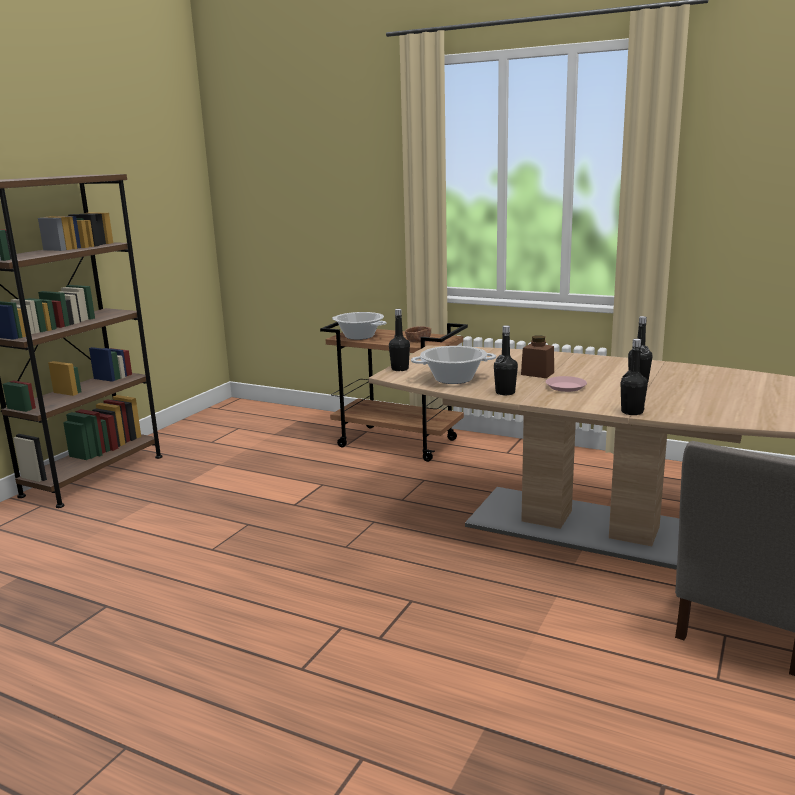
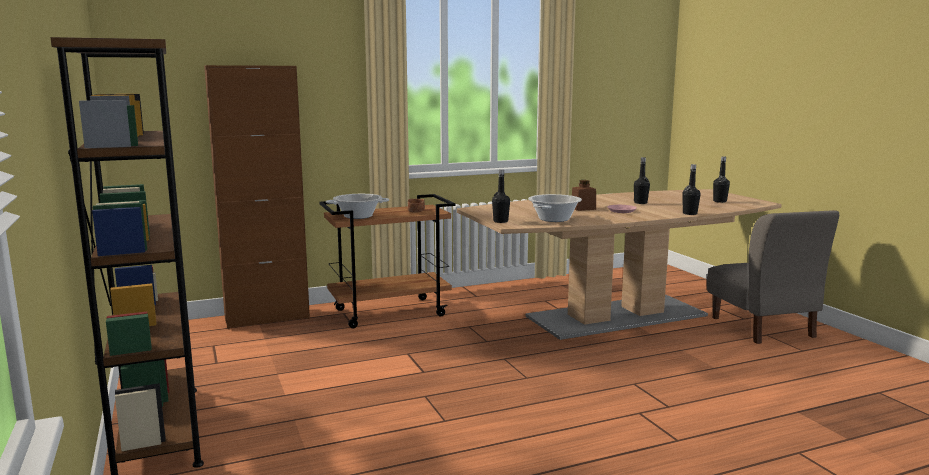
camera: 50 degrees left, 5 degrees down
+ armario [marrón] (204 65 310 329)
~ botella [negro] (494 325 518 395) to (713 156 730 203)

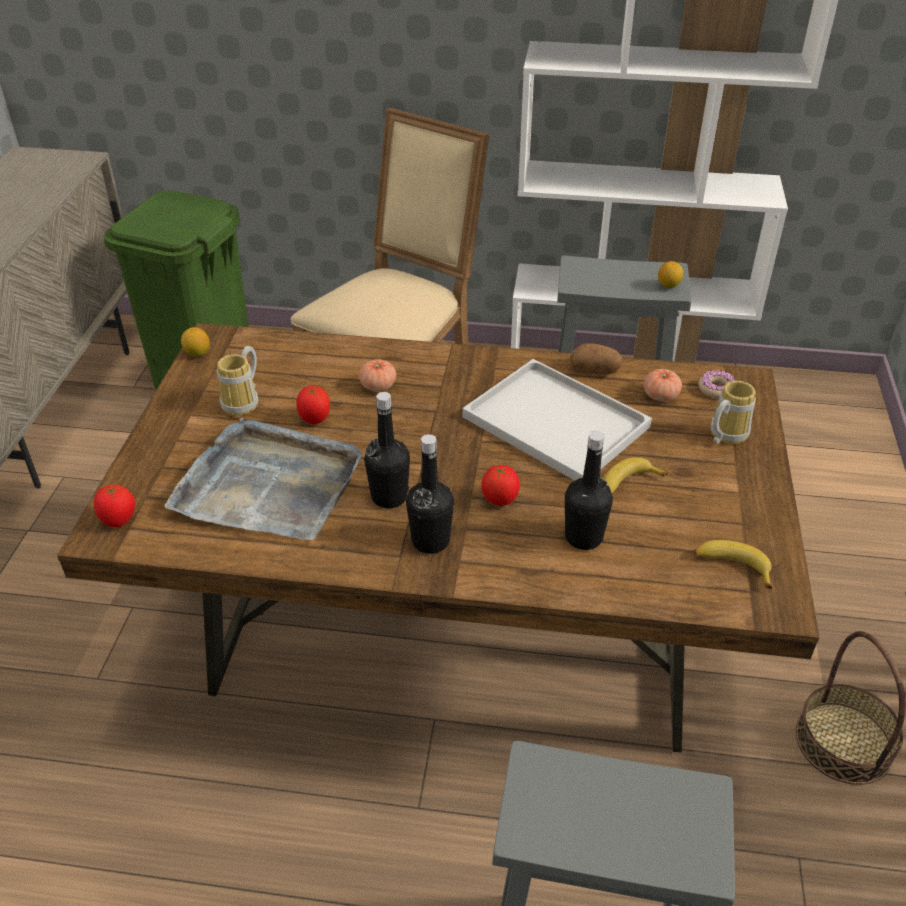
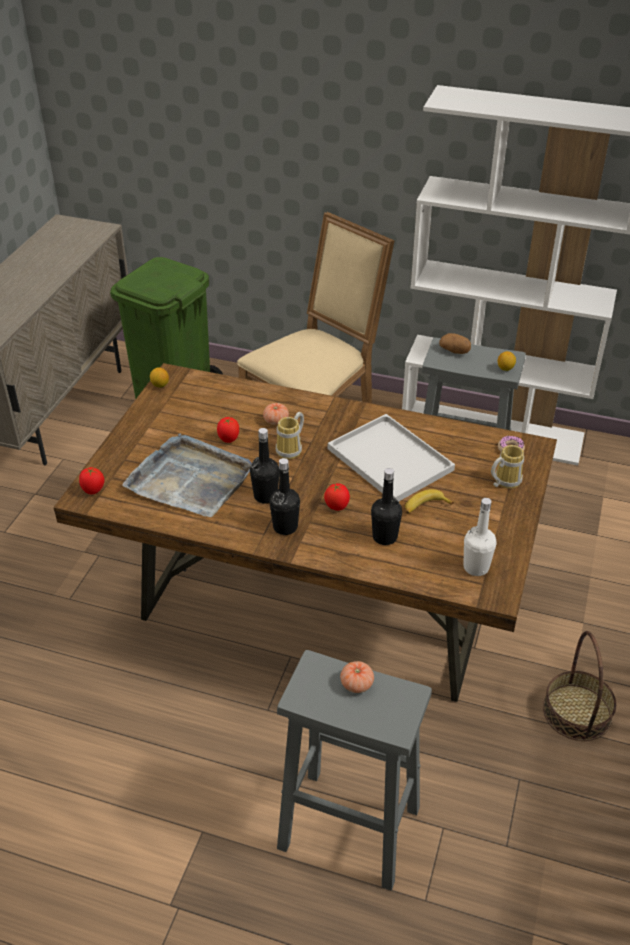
camera: 10 degrees right, 0 degrees up
~ taza grande (217 346 258 416) to (276 412 304 459)
~ patata (570 343 622 374) to (439 333 471 354)
~ tomate (643 369 682 402) to (340 661 374 693)
~ plátano (694 540 772 589) to botella [blanco] (463 498 497 576)

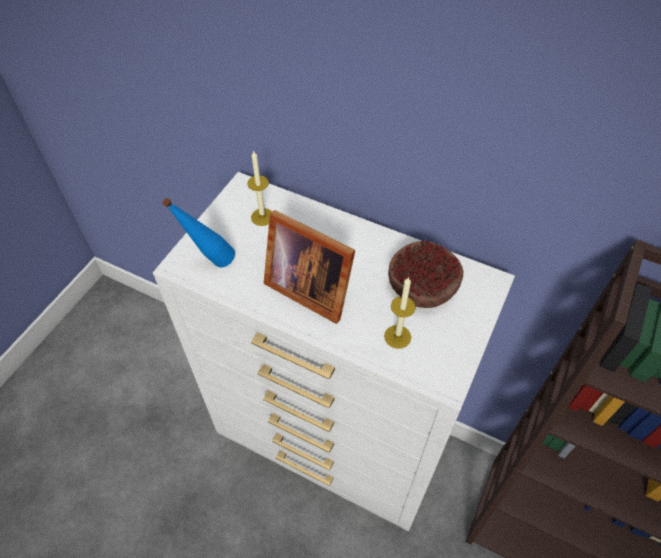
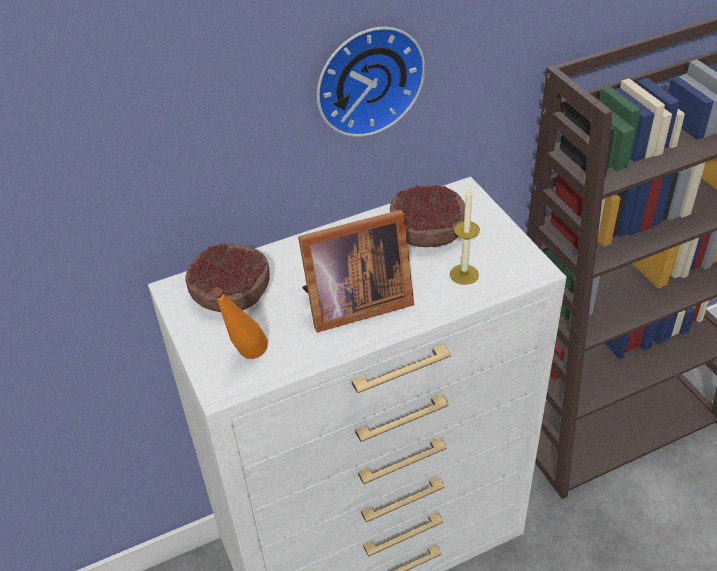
camera: 50 degrees left, 10 degrees down
+ reloj de pared (317 27 425 137)
~ vela (247 150 272 226) to cuenco (186 244 270 312)
~ botella [azul] (162 198 235 267) to botella [naranja] (212 287 268 359)

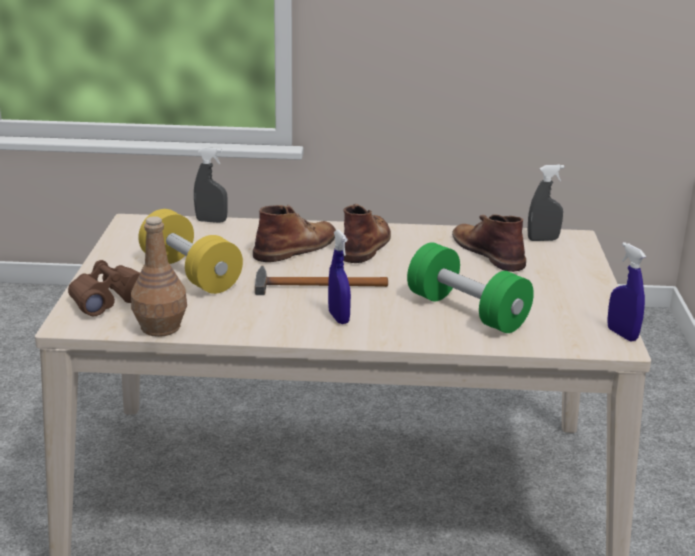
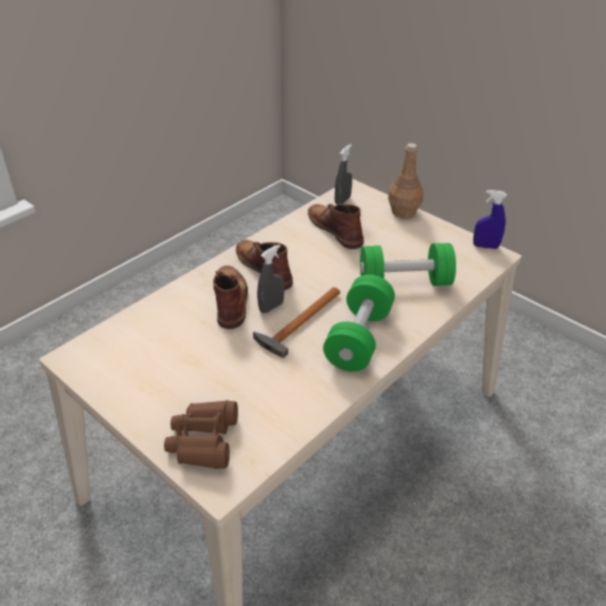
camera: 50 degrees left, 15 degrees up
- mancuerna [amarillo] (138 209 243 294)
~ botella [marrón] (131 216 187 337) to (388 143 424 218)
~ pulverizador [gris] (194 147 228 223) to (257 244 284 313)
~ pulverizador [azul] (328 230 351 324) to mancuerna [verde] (323 274 395 372)
~ bota [marrón] (452 214 526 272) = (308 204 364 249) 45 degrees clockwise

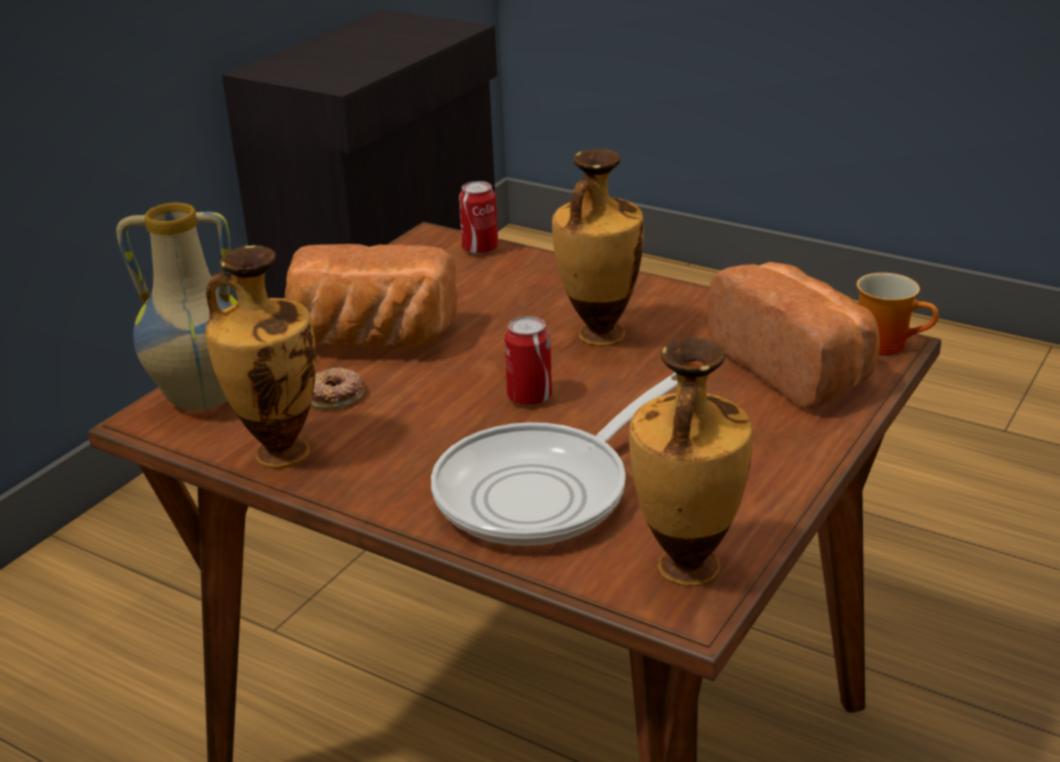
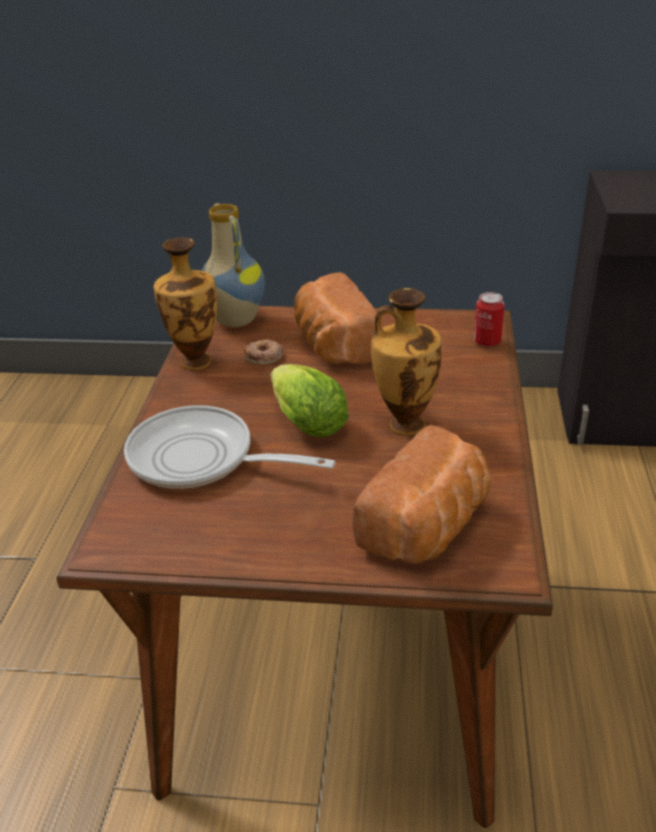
camera: 65 degrees right, 5 degrees up
- florero (629 337 753 586)
- taza grande (856 273 939 355)
~ lata (505 316 552 406) to lechuga (271 364 349 438)

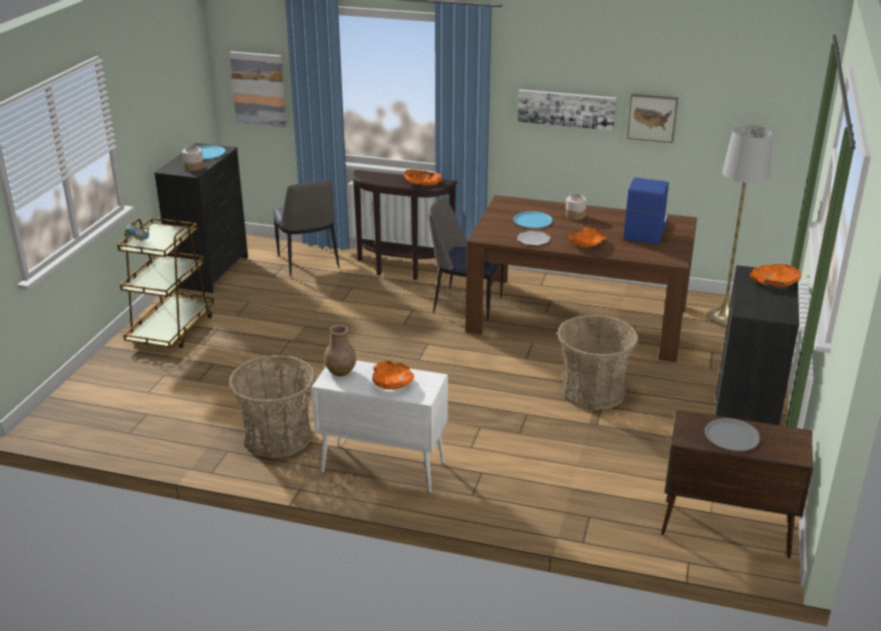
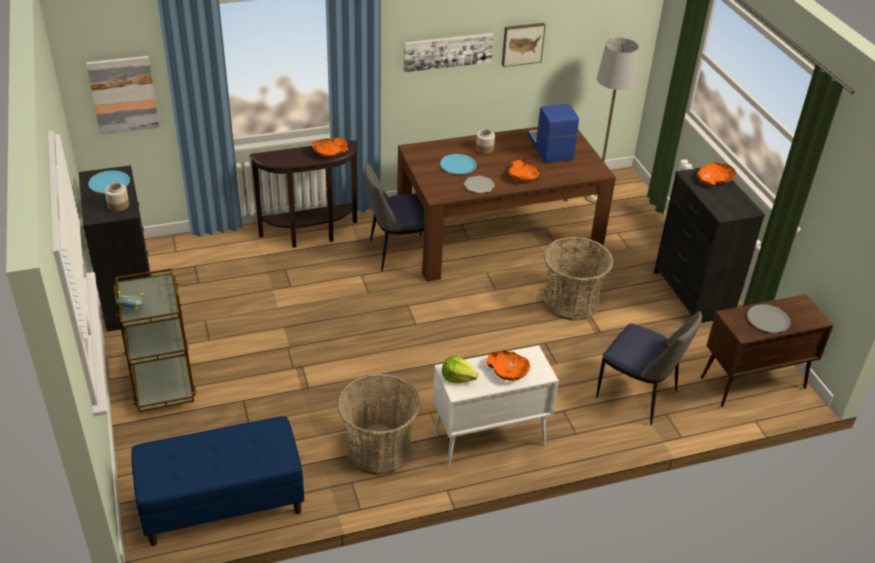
camera: 35 degrees left, 10 degrees up
+ banco [azul] (131 416 304 546)
~ silla (273 180 339 277) to (596 311 702 425)
~ florero [marrón] (324 325 356 376) to lechuga (442 355 479 383)

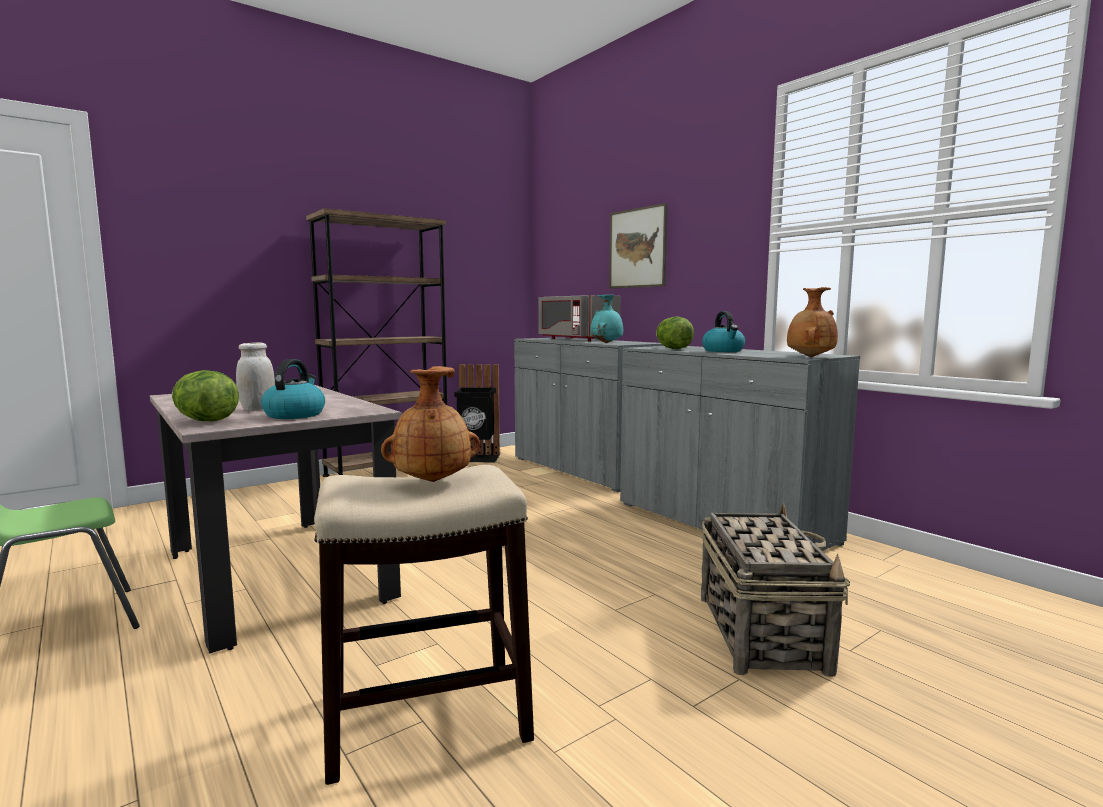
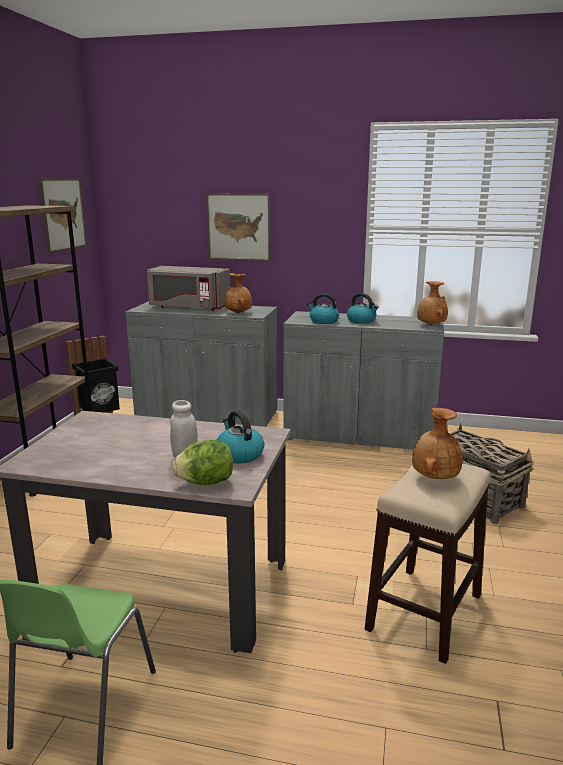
camera: 40 degrees left, 10 degrees up
+ cuadro (39 178 87 253)
~ lechuga (656 316 694 349) to hervidor (307 294 339 324)
~ florero [turquesa] (591 295 623 343) to florero [marrón] (225 273 252 314)

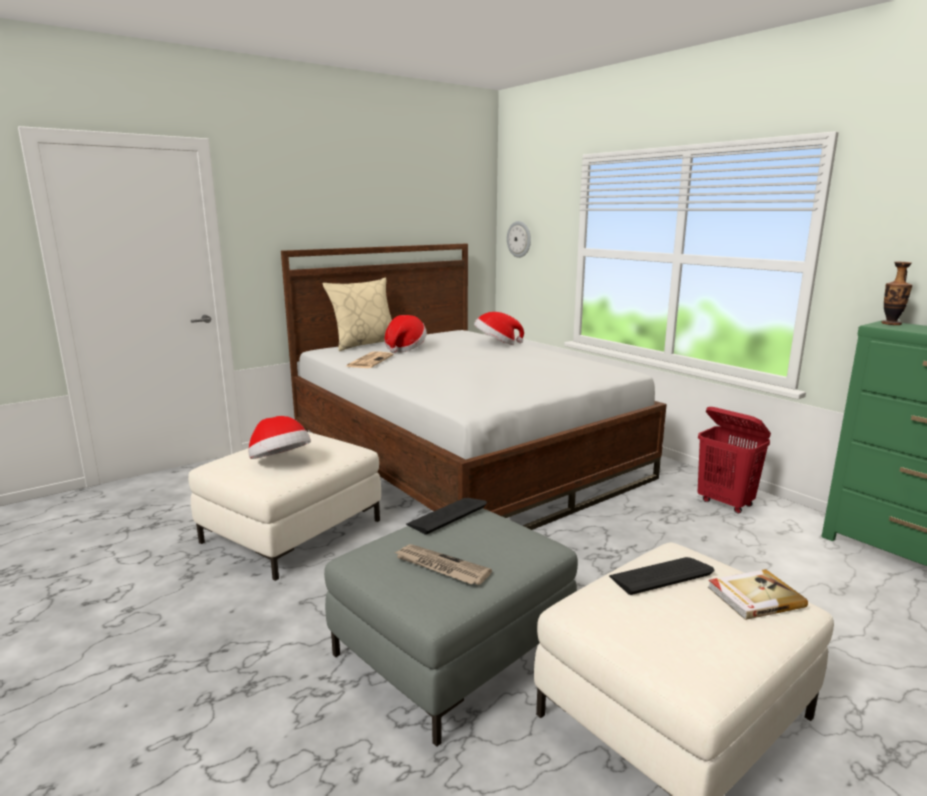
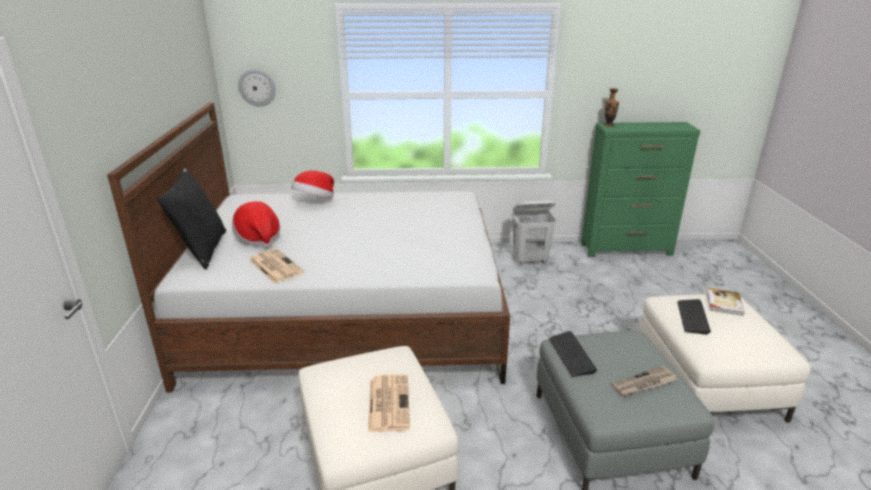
camera: 55 degrees left, 10 degrees up
~ sombrero (248 416 311 459) to periódico (368 374 410 432)
~ cojín [beis] (323 278 392 351) to cojín [negro] (157 167 226 270)
~ cesto de la ropa [rojo] (698 407 771 514) to cesto de la ropa [blanco] (512 200 556 265)

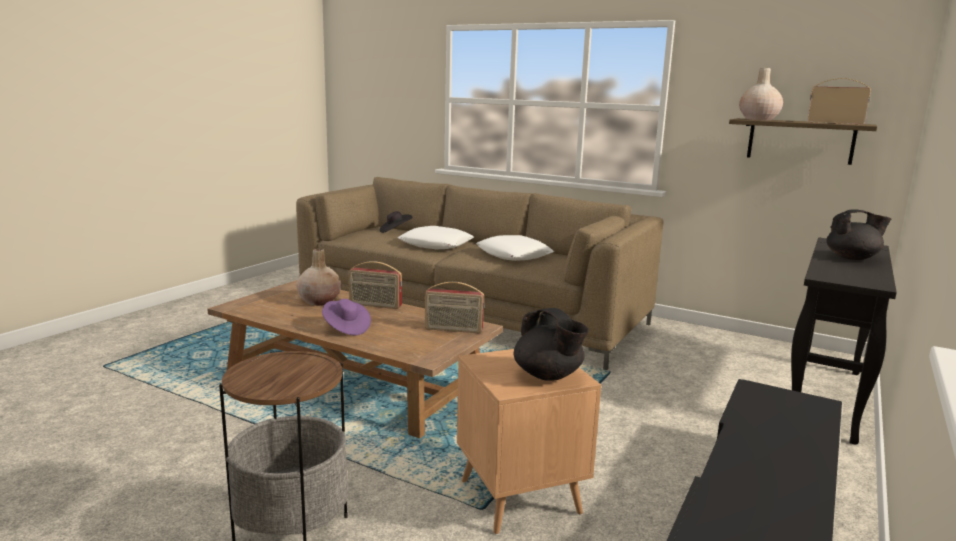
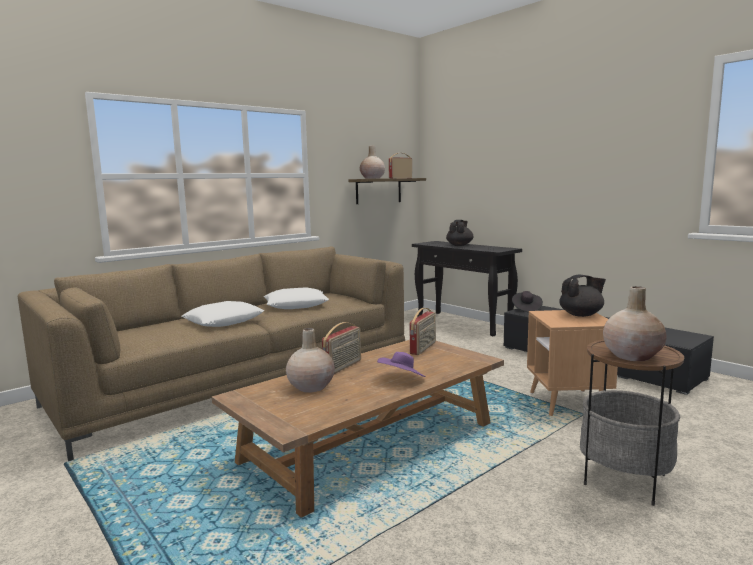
camera: 70 degrees left, 5 degrees down
+ florero [beis] (603 286 667 361)
~ sombrero [negro] (380 211 413 233) to (512 291 543 312)

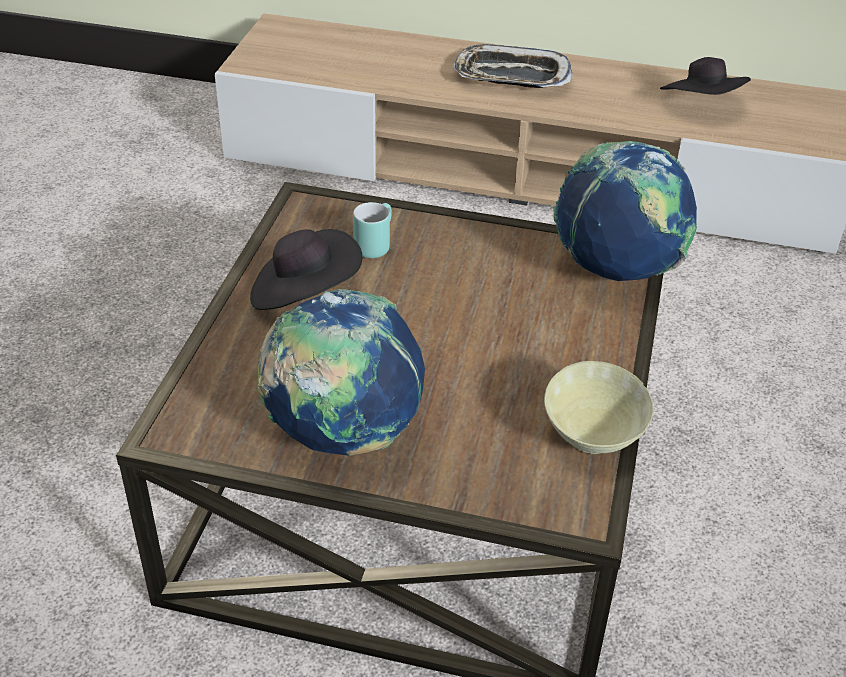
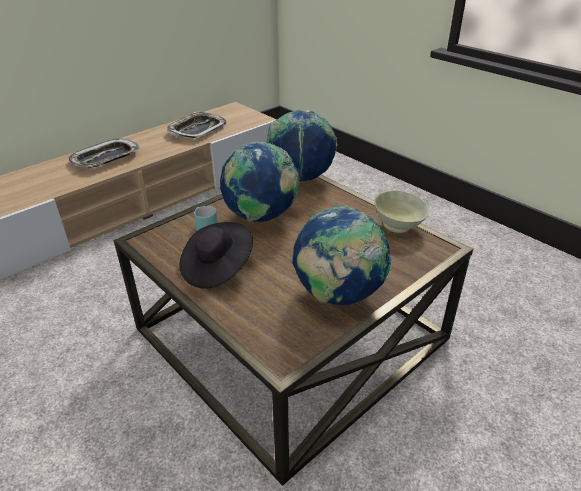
camera: 55 degrees left, 5 degrees down
+ globo terráqueo (220 142 300 223)
~ sombrero [negro] (660 57 751 95) to bandeja (167 112 226 138)

